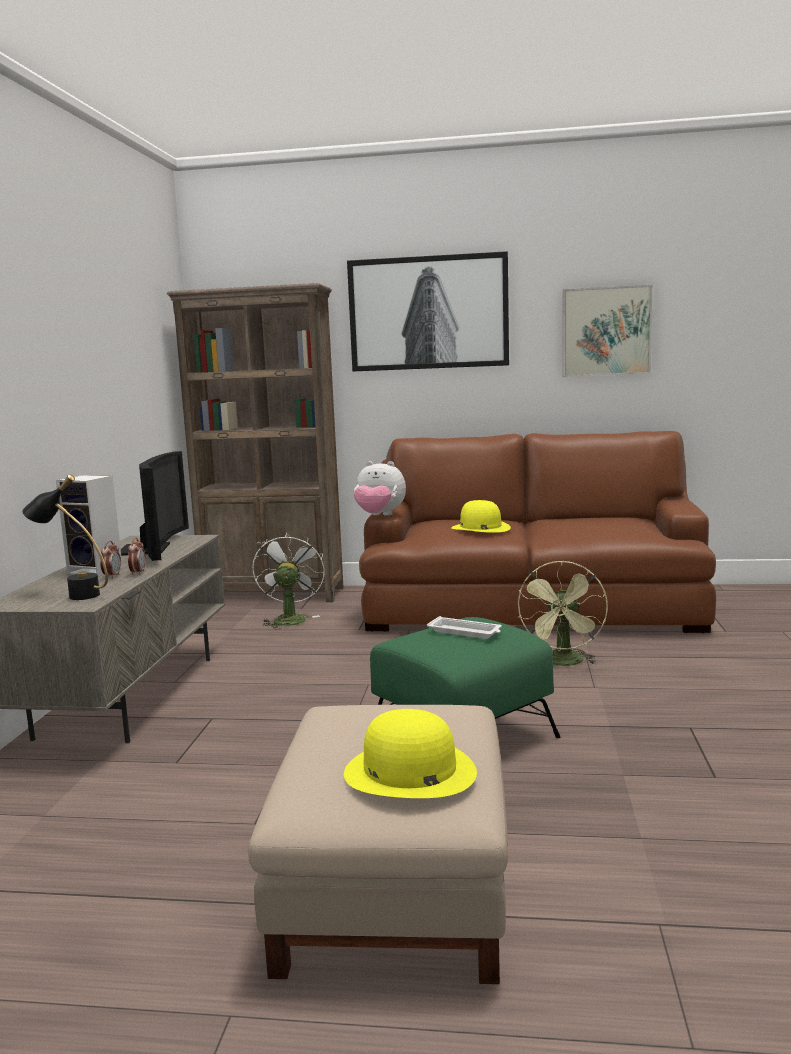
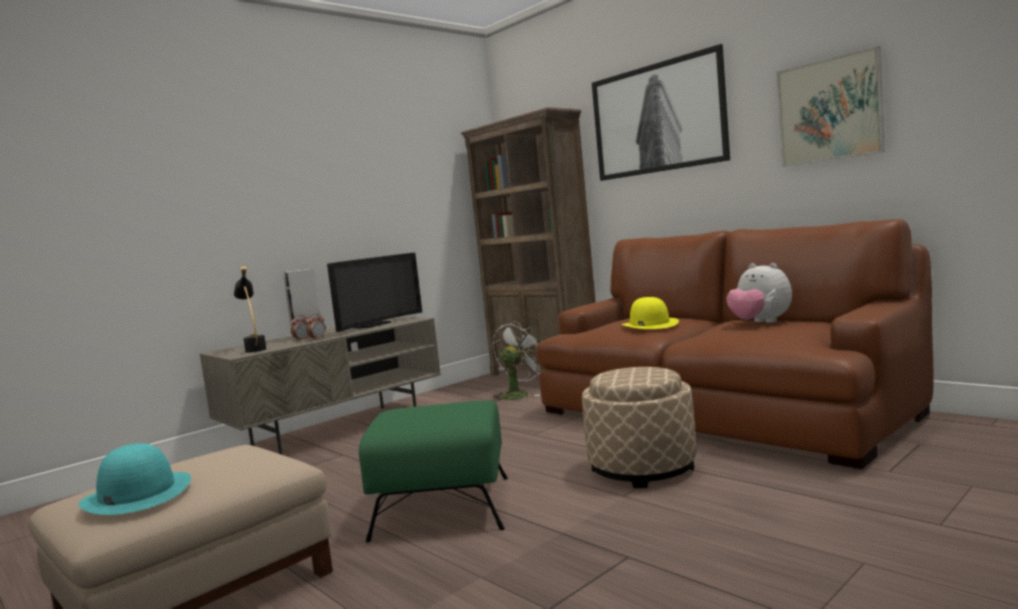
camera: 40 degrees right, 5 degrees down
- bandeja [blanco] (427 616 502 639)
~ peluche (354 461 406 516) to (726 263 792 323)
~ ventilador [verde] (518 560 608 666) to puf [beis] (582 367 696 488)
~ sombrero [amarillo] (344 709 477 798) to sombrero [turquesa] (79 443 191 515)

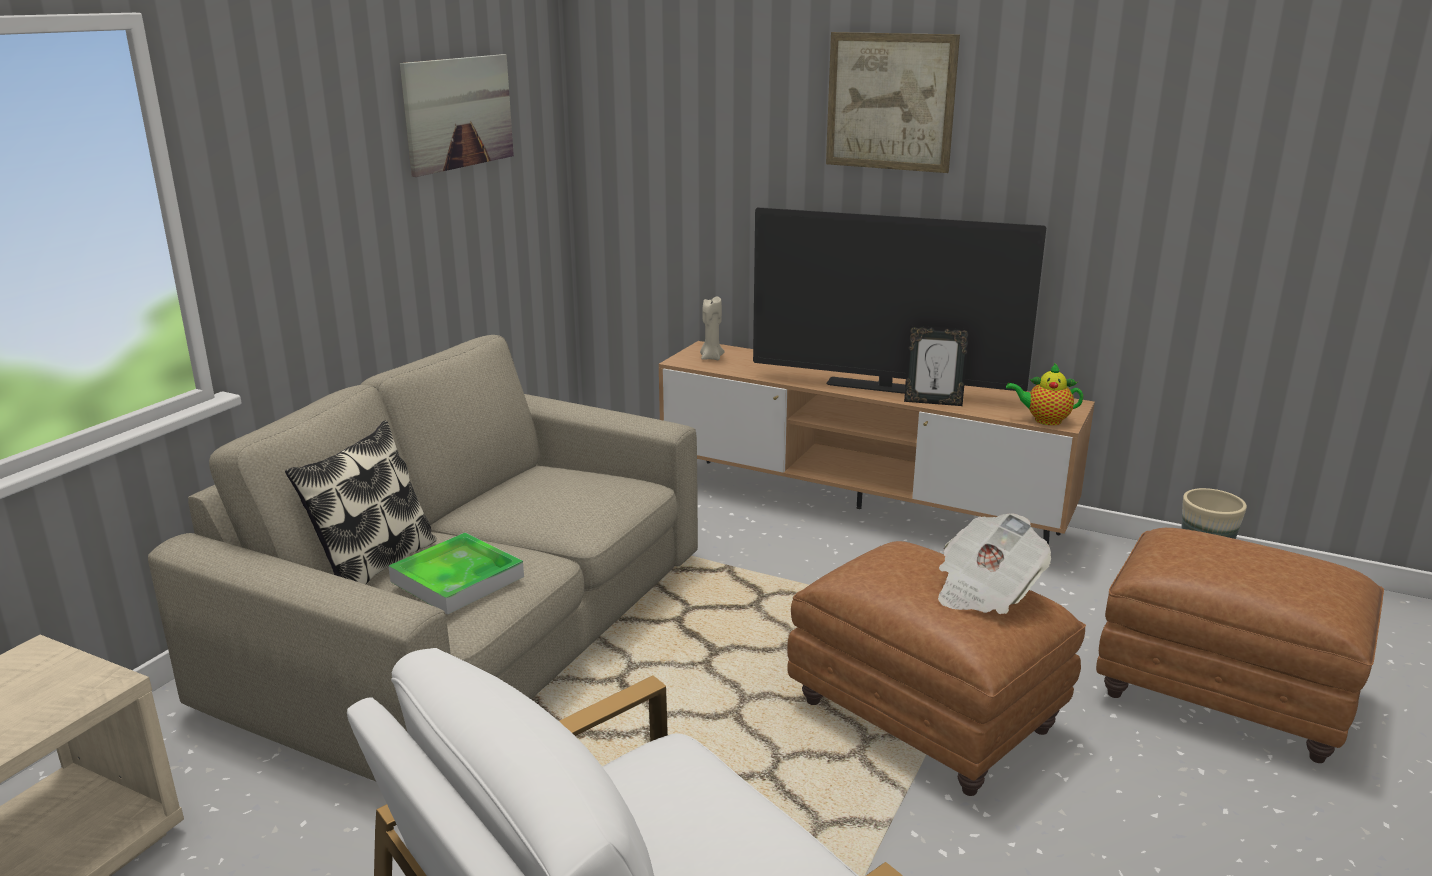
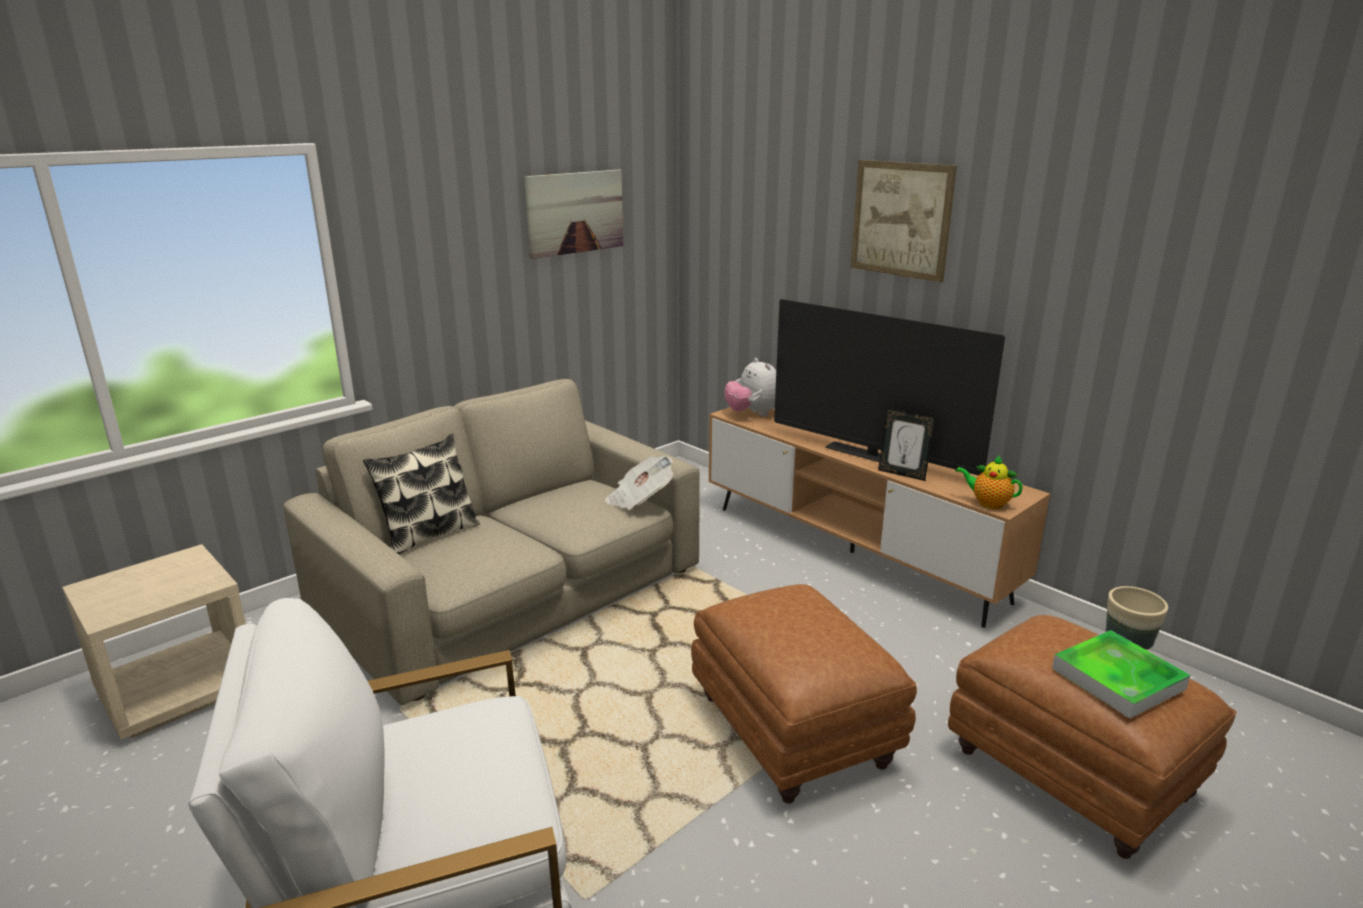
camera: 20 degrees right, 0 degrees up
~ bandeja (388 533 524 615) to (1052 630 1190 719)
~ periódico (938 514 1051 614) to (605 456 674 510)
~ vela [beis] (700 296 724 360) to peluche (725 358 776 416)

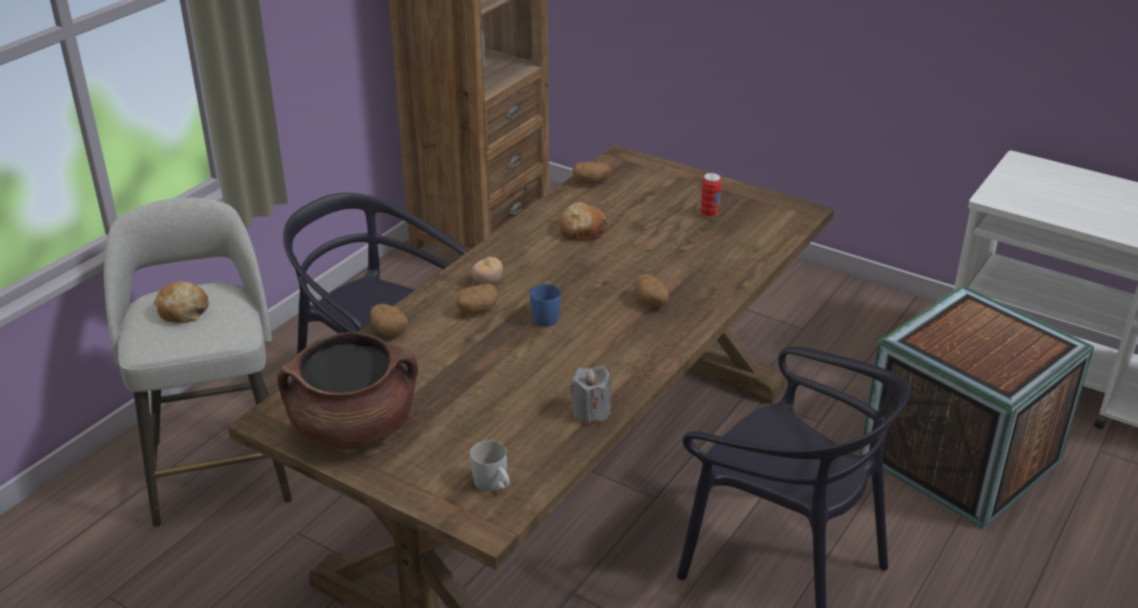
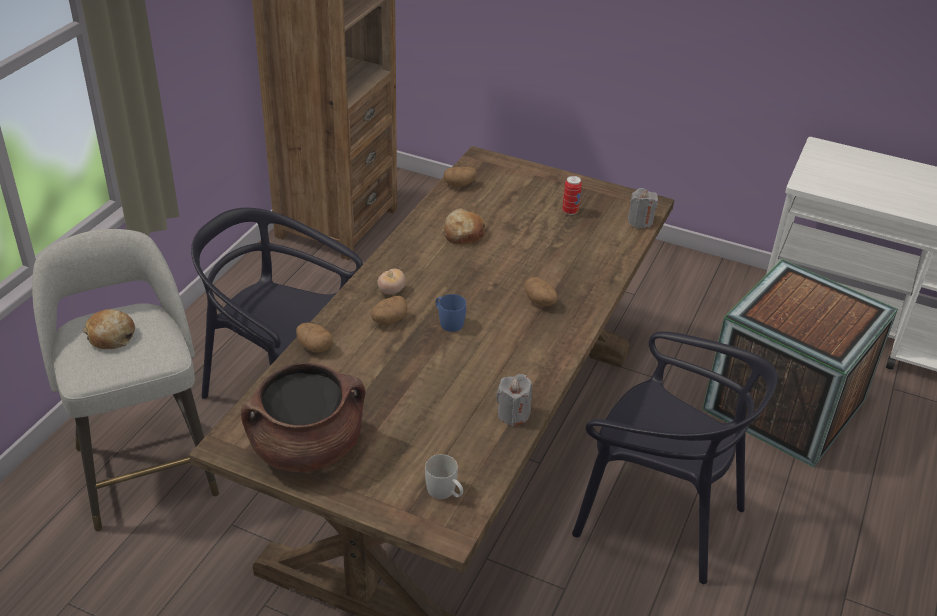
camera: 10 degrees left, 5 degrees up
+ vela [gris] (628 188 658 229)

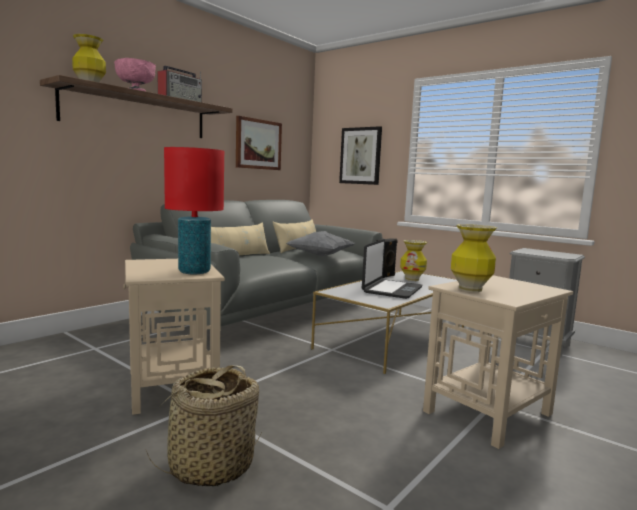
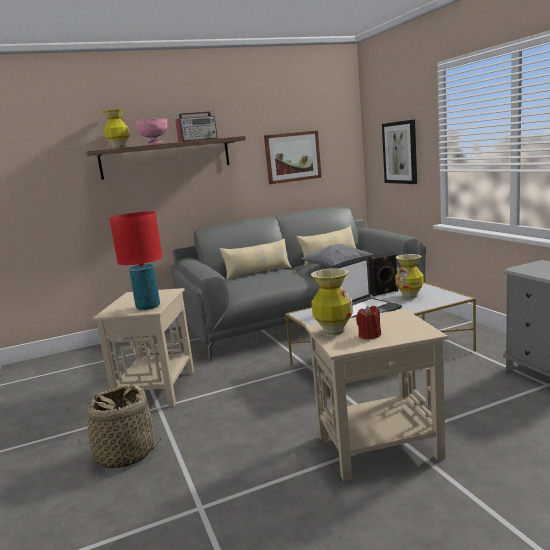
camera: 30 degrees right, 5 degrees up
+ vela [rojo] (356 305 381 340)

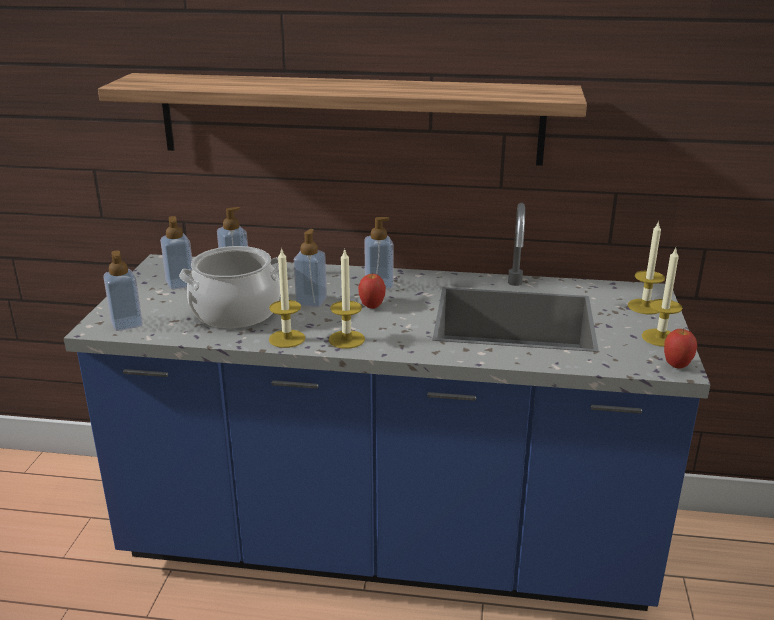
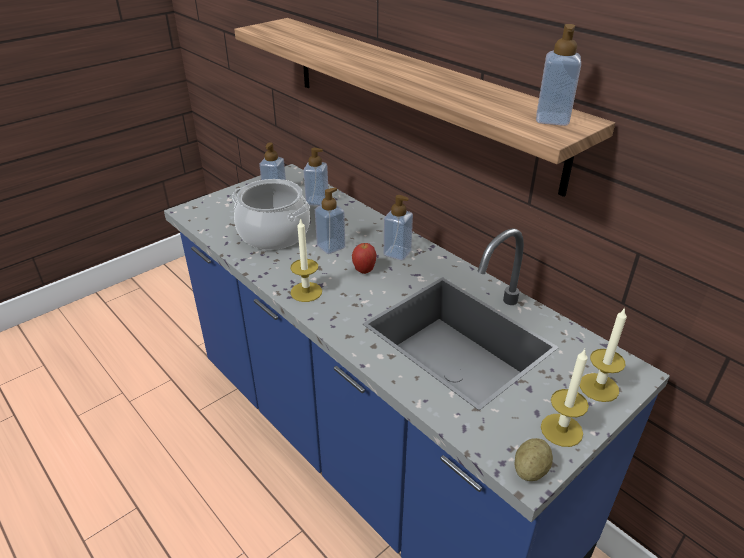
camera: 40 degrees right, 10 degrees up
- vela (269 247 305 348)
~ dispensador de jabón (103 251 143 331) to (536 24 581 126)
~ manzana (664 329 697 369) to patata (514 438 553 481)

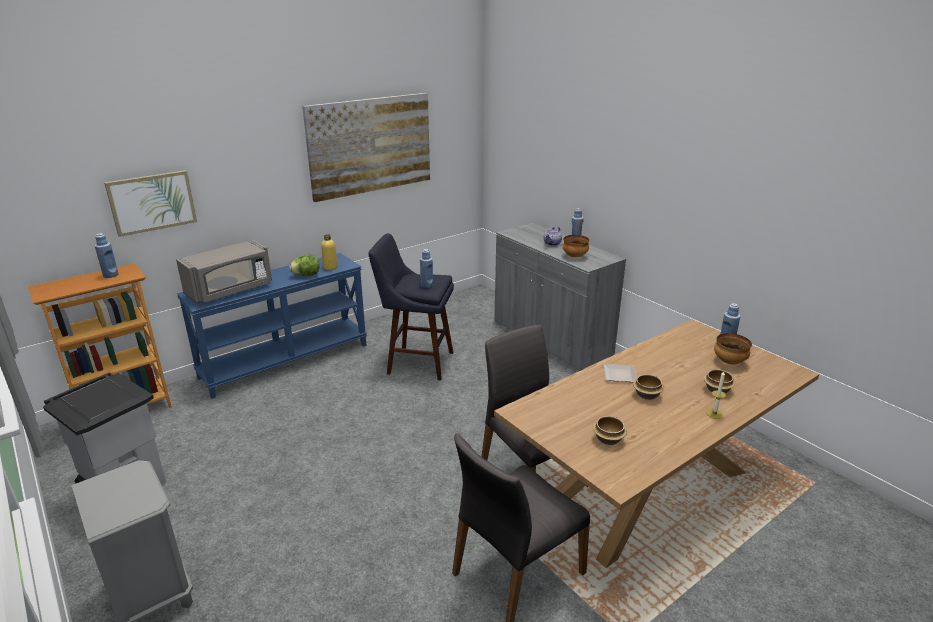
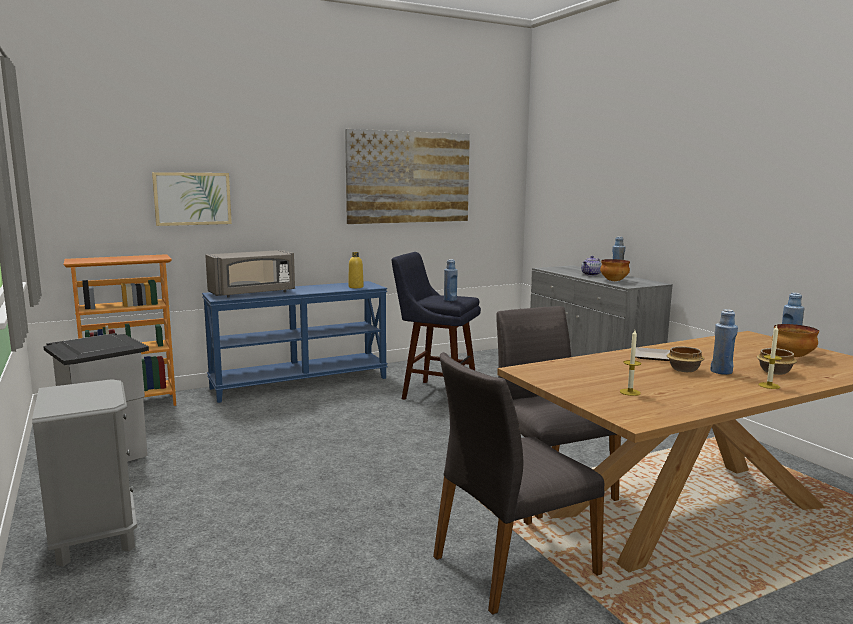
camera: 10 degrees right, 15 degrees down
- lechuga (289 254 319 276)
~ botella [azul] (95 233 119 278) to (710 309 738 375)
~ cuenco (593 416 627 445) to vela (620 330 641 396)

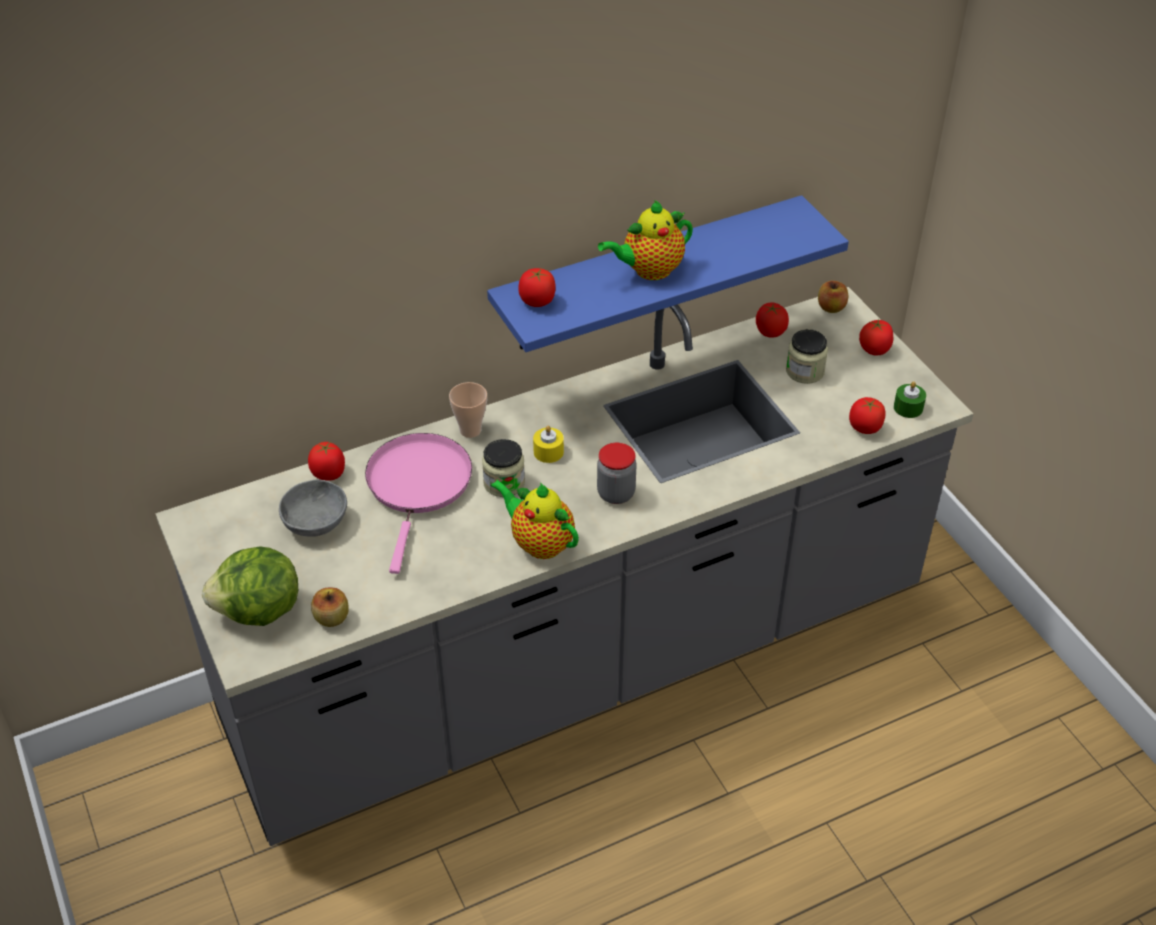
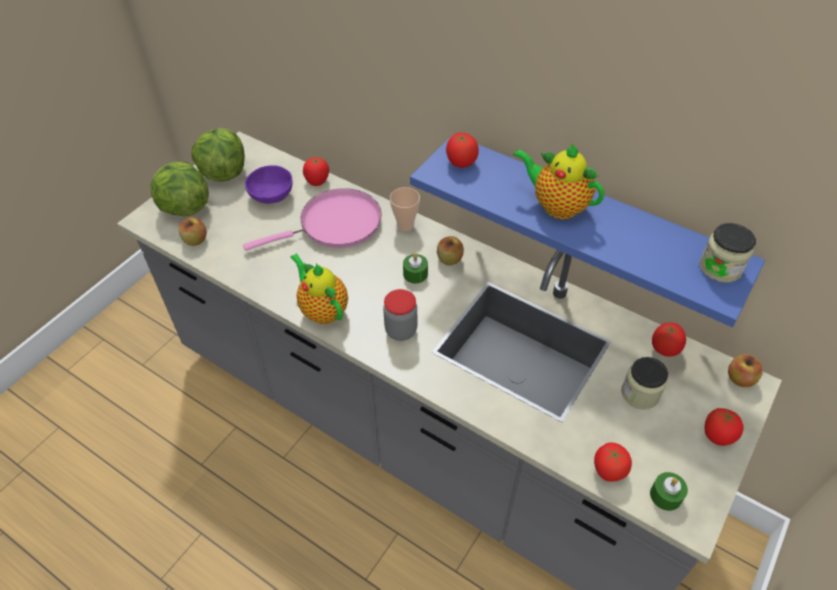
camera: 60 degrees right, 5 degrees up
+ lechuga (192 128 245 182)
+ manzana (437 236 464 265)
~ tarro (482 439 525 497) to (699 223 756 283)
~ cuenco [gris] (279 479 347 537) to cuenco [morado] (245 165 292 204)
~ vela [amarillo] (533 426 564 463) to vela [verde] (403 253 428 284)
~ tetera (490 480 579 559) = (290 253 348 324) 45 degrees counterclockwise

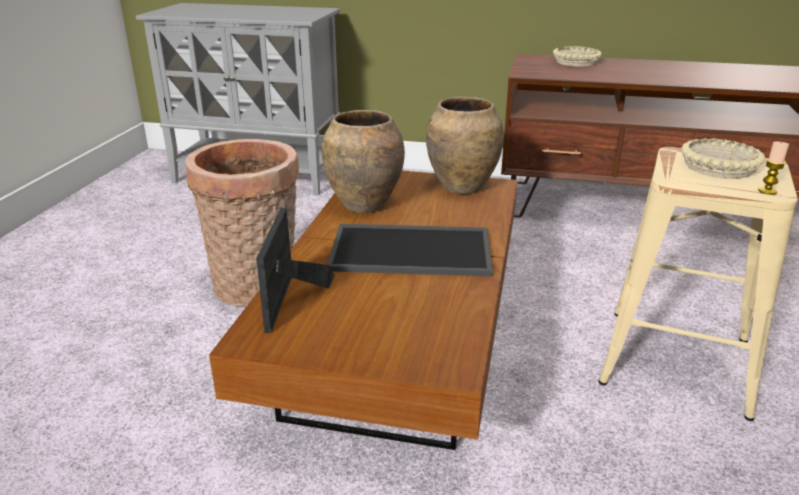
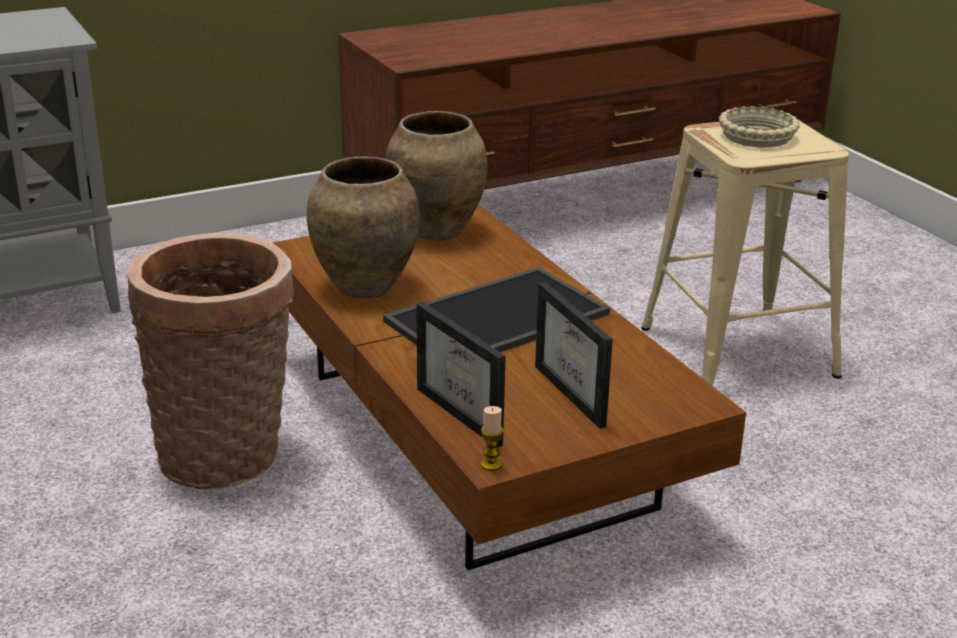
camera: 40 degrees left, 0 degrees up
- cuenco [beis] (553 46 602 66)
+ portarretratos (535 282 613 429)
~ vela (758 141 789 195) to (480 406 503 471)

